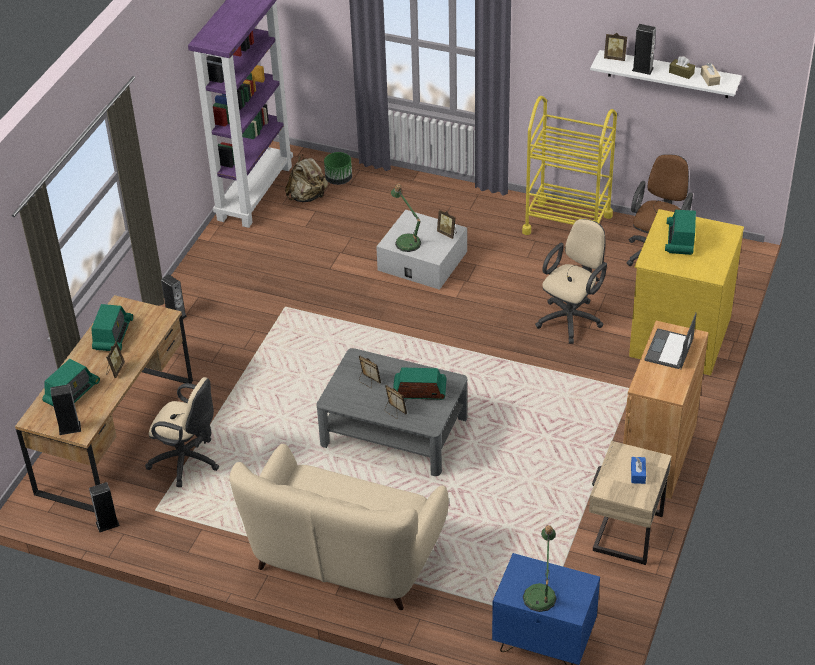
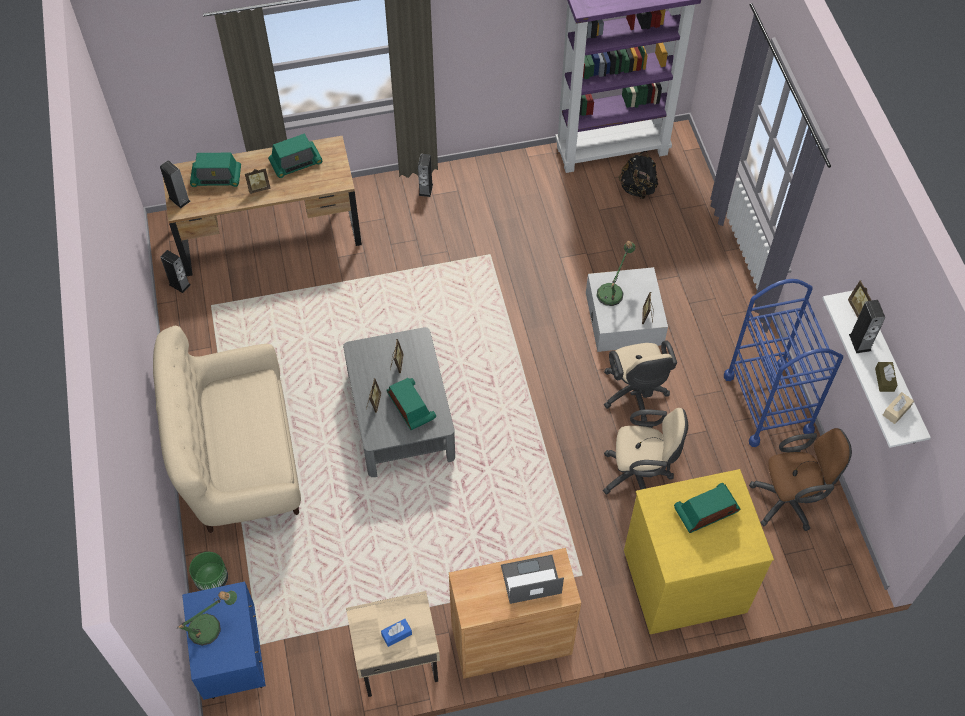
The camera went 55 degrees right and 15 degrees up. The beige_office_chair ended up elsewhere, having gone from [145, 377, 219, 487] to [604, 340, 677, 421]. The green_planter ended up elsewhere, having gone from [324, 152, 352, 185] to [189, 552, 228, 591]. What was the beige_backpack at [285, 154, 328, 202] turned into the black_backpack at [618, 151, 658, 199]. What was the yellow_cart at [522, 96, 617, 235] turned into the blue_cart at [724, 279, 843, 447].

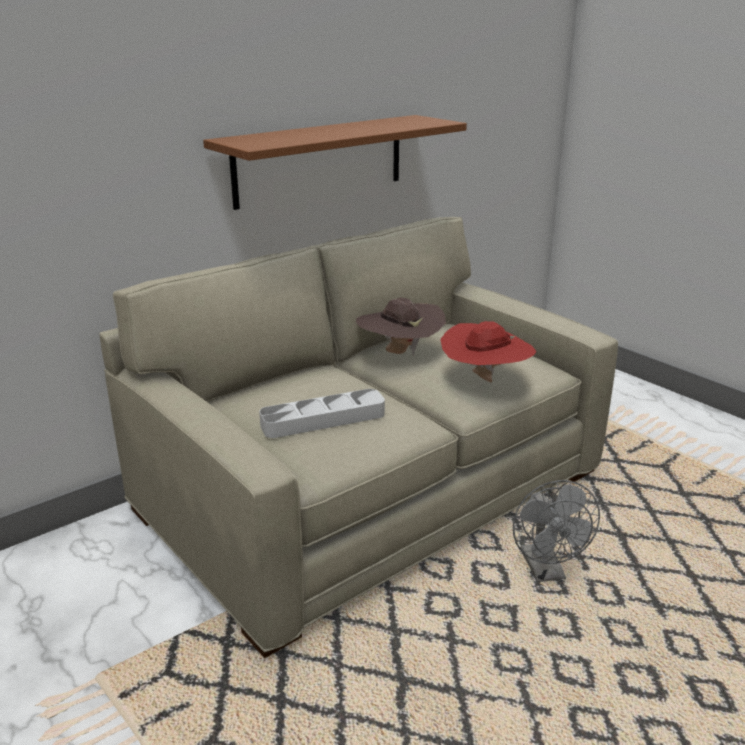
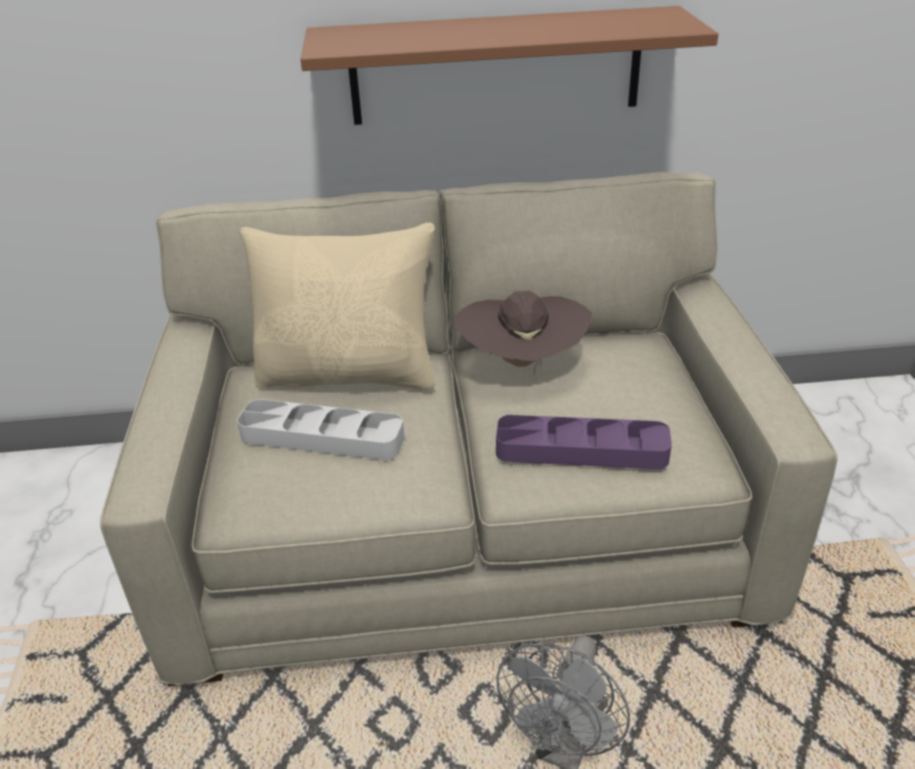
The camera went 35 degrees right and 10 degrees up. The second view gained the beige_pillow at [240, 222, 435, 390]. Where the red_hat stood at [440, 321, 537, 383], the purple_tray came to stand at [496, 415, 672, 469].

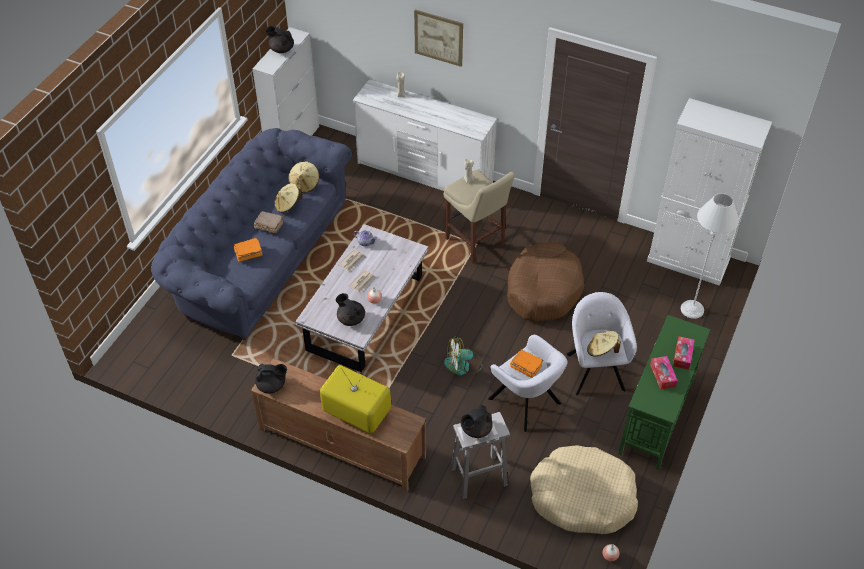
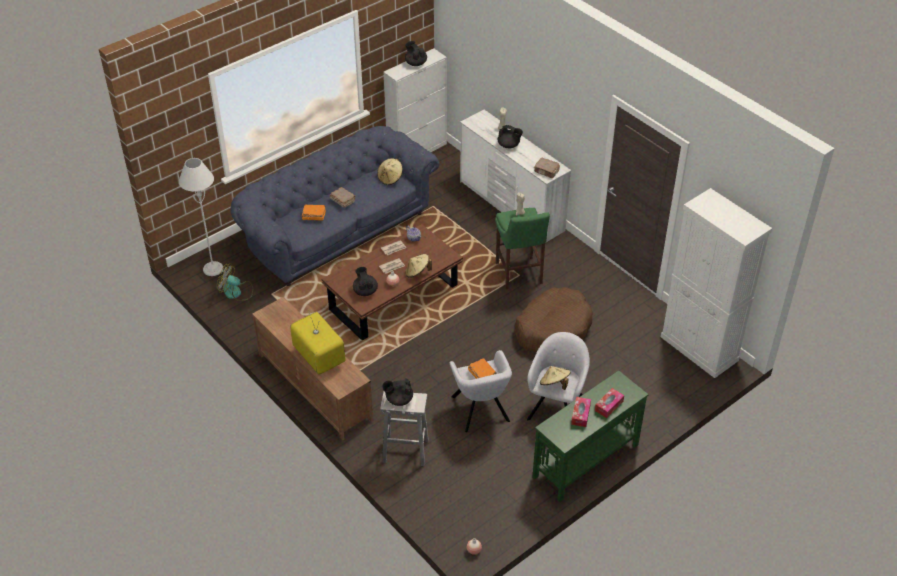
The camera went 25 degrees right and 5 degrees down. The second view lost the picture at [414, 10, 463, 67]. The second view lost the beige_dog_bed at [530, 445, 638, 534]. The second view gained the brown_book at [534, 158, 560, 179]. The black_teapot ended up elsewhere, having gone from [255, 364, 287, 394] to [498, 125, 523, 149]. The beige_hat ended up elsewhere, having gone from [275, 183, 303, 213] to [405, 254, 432, 278]. The fan ended up elsewhere, having gone from [444, 336, 482, 375] to [217, 263, 253, 301]. The grey_floor_lamp ended up elsewhere, having gone from [681, 193, 739, 319] to [179, 158, 223, 276]. What was the white_coffee_table at [295, 224, 428, 372] turned into the brown_coffee_table at [321, 224, 463, 341]. What was the beige_stool at [443, 170, 515, 264] turned into the green_stool at [495, 208, 550, 290].

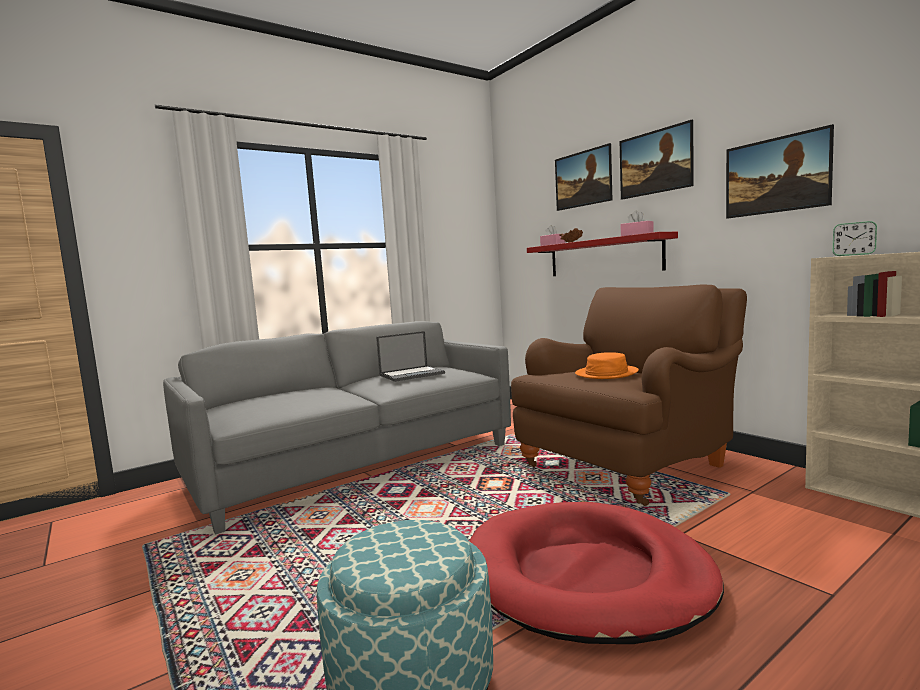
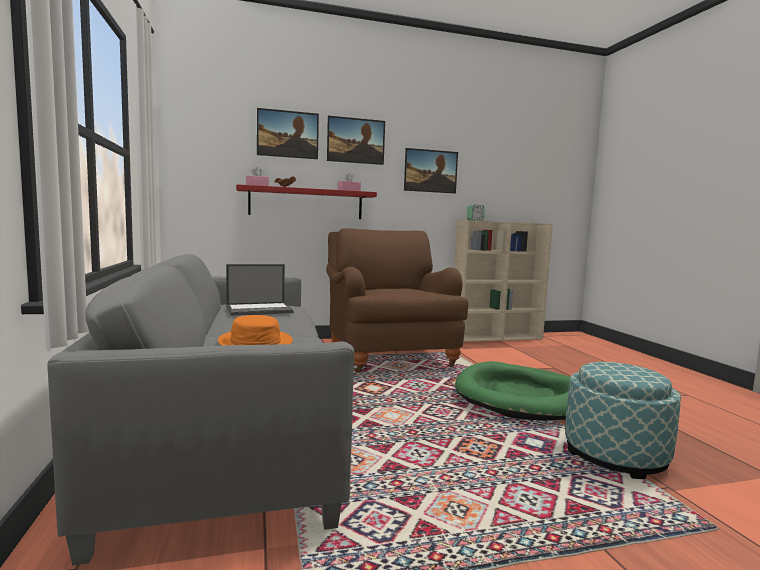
The camera went 70 degrees left and 0 degrees up. The orange_hat ended up elsewhere, having gone from [575, 352, 639, 379] to [218, 315, 293, 345]. What was the red_dog_bed at [470, 502, 724, 644] turned into the green_dog_bed at [455, 361, 570, 421]. The laptop at [376, 331, 445, 382] ended up facing another way, 75 degrees clockwise from before.

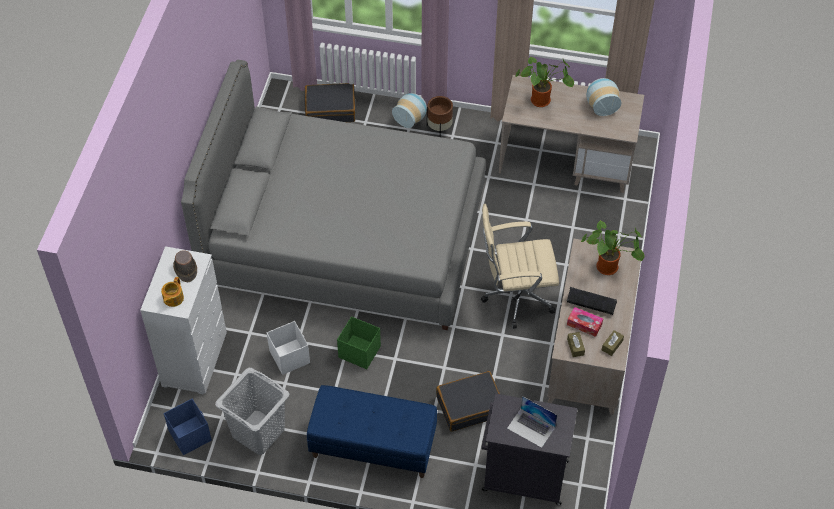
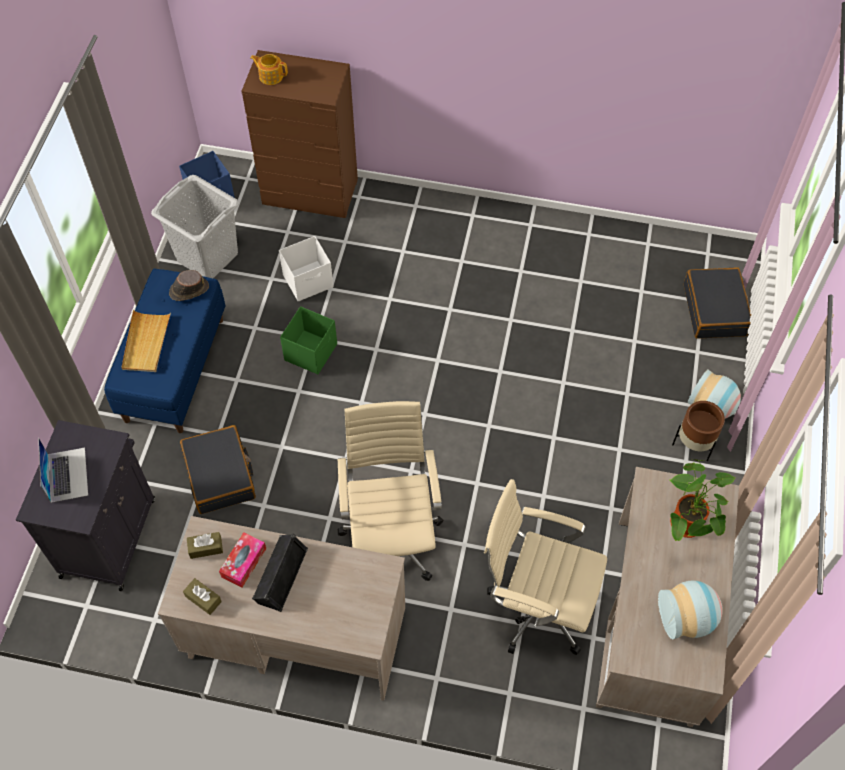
The camera went 90 degrees right and 5 degrees up. The second view lost the grey_bed at [181, 60, 486, 330]. The second view lost the potted_plant at [581, 220, 645, 275]. The second view gained the beige_tray at [121, 310, 171, 372]. The second view gained the beige_office_chair at [484, 479, 607, 655]. The brown_hat ended up elsewhere, having gone from [173, 250, 197, 282] to [169, 270, 209, 301]. What was the white_dresser at [140, 246, 227, 394] turned into the brown_dresser at [241, 50, 358, 218]. The laptop at [507, 396, 557, 448] ended up facing another way, 135 degrees clockwise from before.

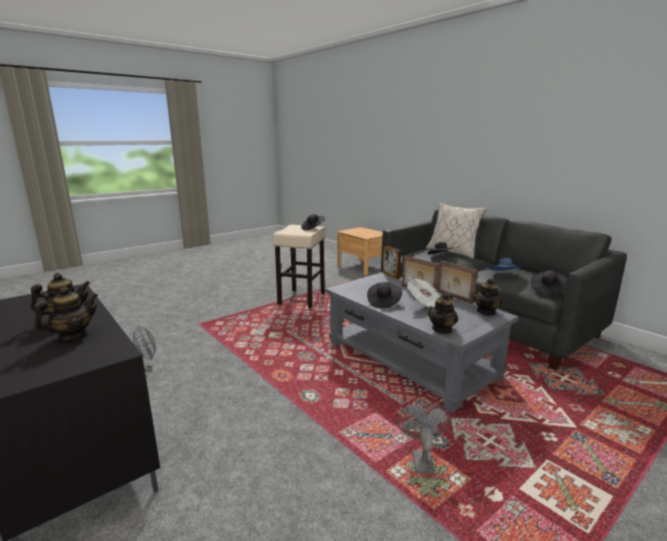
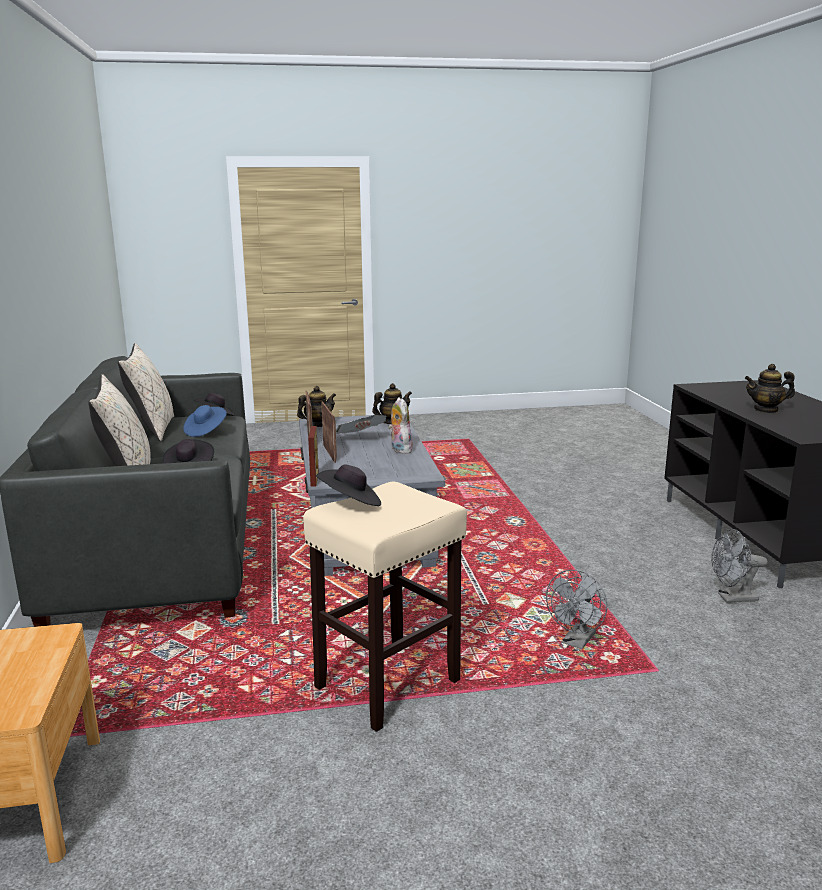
The camera went 150 degrees left and 0 degrees up. The second view lost the teapot at [34, 286, 98, 341]. The second view gained the beige_pillow at [118, 343, 174, 442]. The grey_fan ended up elsewhere, having gone from [398, 402, 450, 474] to [546, 570, 607, 649]. Where the black_hat stood at [367, 282, 402, 308], the plush_toy came to stand at [388, 397, 413, 454].

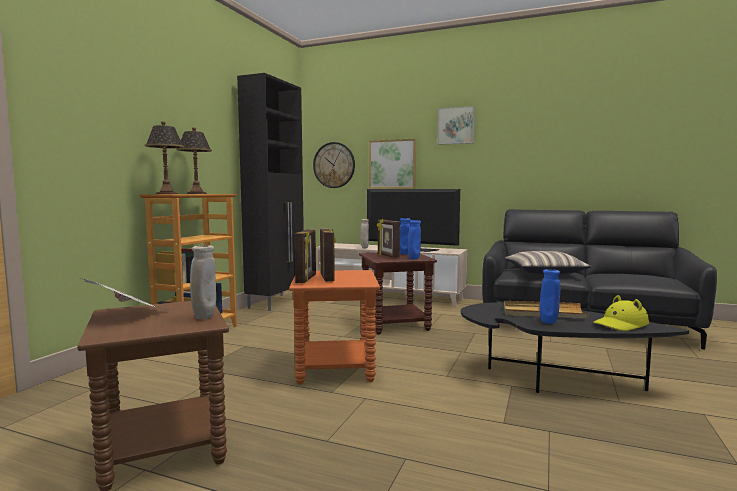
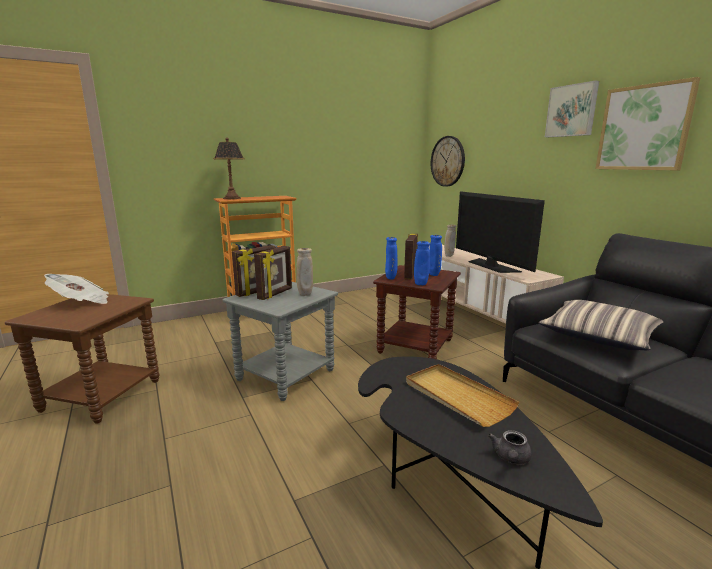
The camera went 40 degrees right and 10 degrees up. The second view lost the table_lamp at [177, 127, 212, 194]. The second view lost the black_cabinet at [237, 73, 304, 311]. The beige_vase ended up elsewhere, having gone from [190, 245, 216, 319] to [296, 248, 313, 296]. The picture ended up elsewhere, having gone from [369, 138, 416, 189] to [595, 77, 700, 170]. The blue_vase ended up elsewhere, having gone from [540, 269, 560, 324] to [385, 237, 398, 280]. Where the yellow_hat stood at [593, 295, 649, 331], the grey_teapot came to stand at [488, 430, 532, 464]. What was the orange_side_table at [289, 270, 380, 385] turned into the grey_side_table at [222, 282, 338, 401].

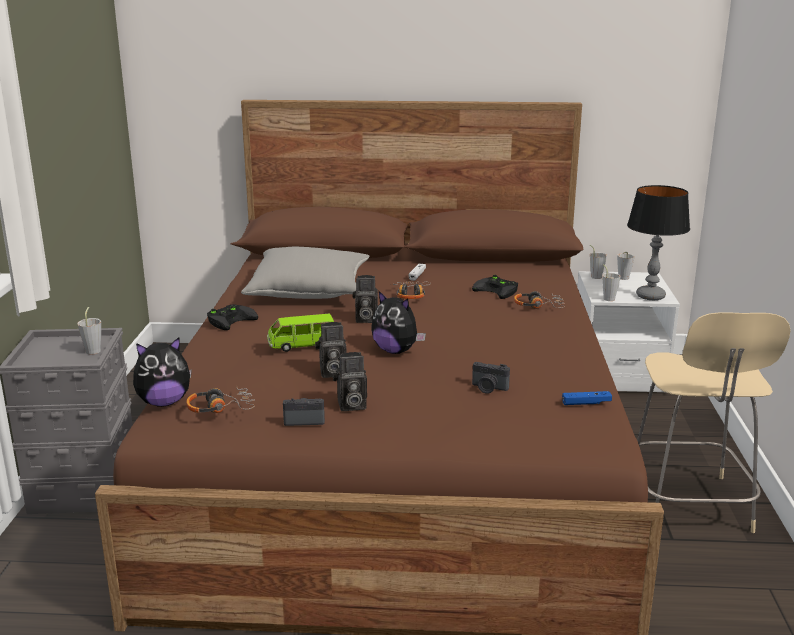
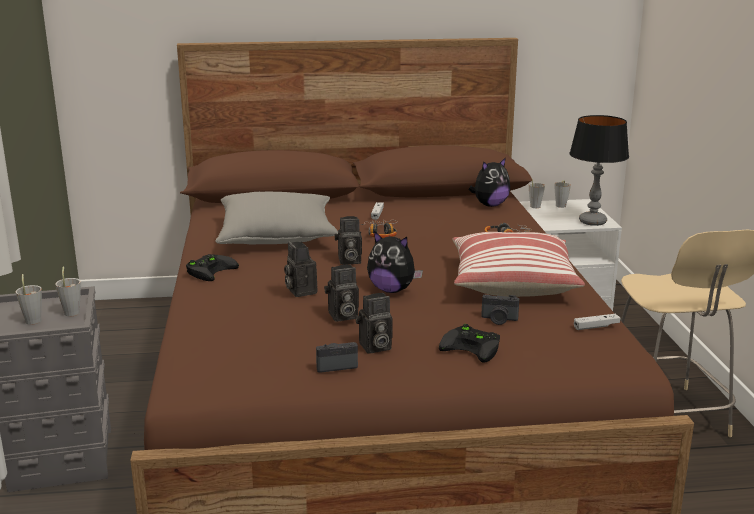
The camera went 10 degrees left and 0 degrees up. The second view lost the headphones at [186, 386, 255, 413]. The second view gained the pillow at [452, 232, 585, 297]. The plush_toy ended up elsewhere, having gone from [133, 337, 192, 407] to [469, 157, 510, 207]. The black_game_controller ended up elsewhere, having gone from [472, 275, 518, 299] to [439, 324, 500, 363]. The grey_cup ended up elsewhere, having gone from [602, 264, 621, 301] to [16, 274, 42, 325]. Where the green_toy_car stood at [267, 314, 334, 352], the photo_camera came to stand at [284, 241, 317, 297]. What was the blue_game_controller at [562, 391, 612, 405] turned into the white_game_controller at [574, 314, 621, 330].

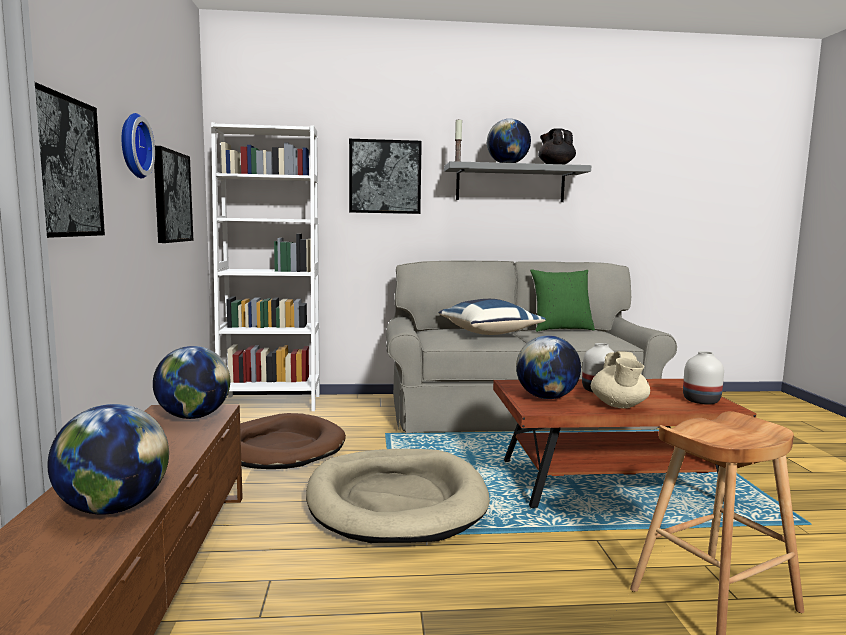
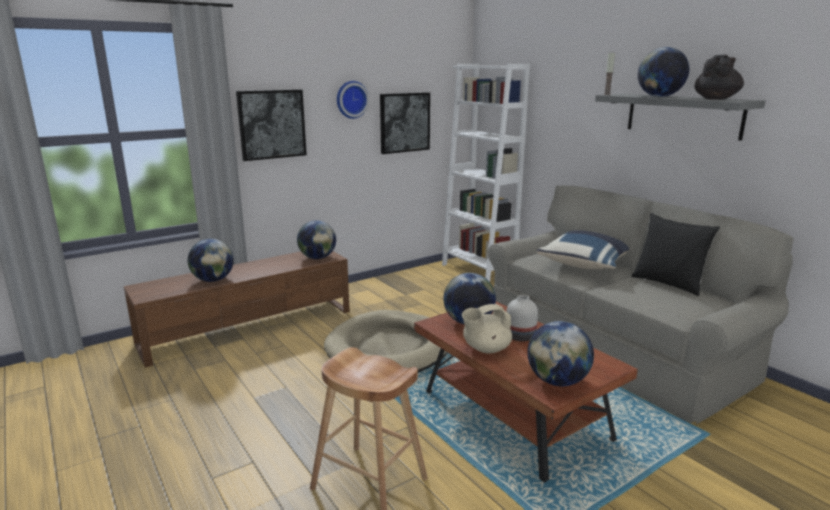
The camera went 60 degrees right and 10 degrees up. The second view lost the brown_dog_bed at [240, 413, 346, 469]. The second view lost the picture at [349, 139, 422, 214]. Where the white_vase stood at [683, 351, 724, 405], the globe came to stand at [527, 321, 594, 386]. What was the green_pillow at [530, 269, 595, 332] turned into the black_pillow at [631, 213, 720, 296].

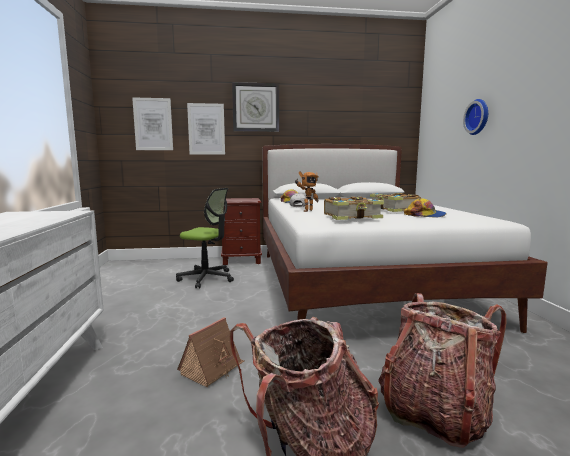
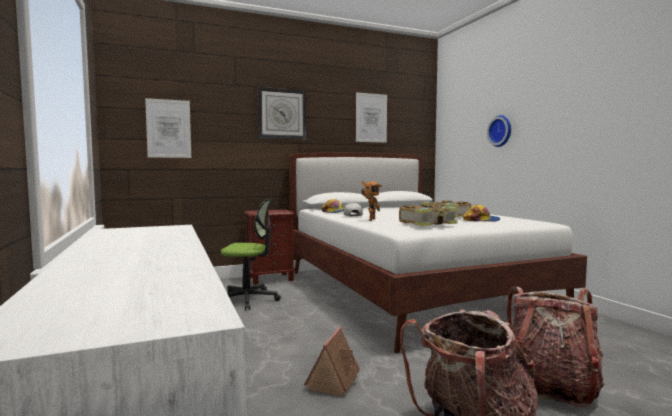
The camera went 15 degrees left and 5 degrees down. The picture ended up elsewhere, having gone from [187, 103, 225, 155] to [356, 92, 387, 143].

